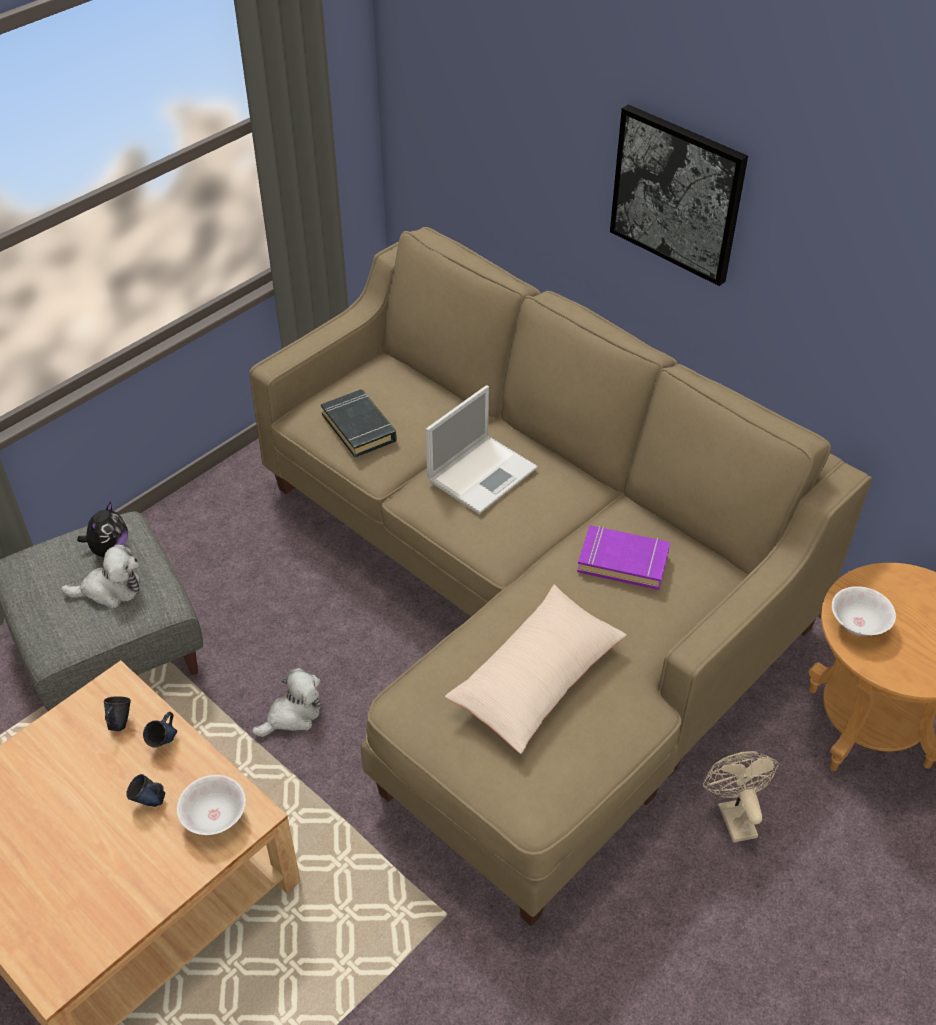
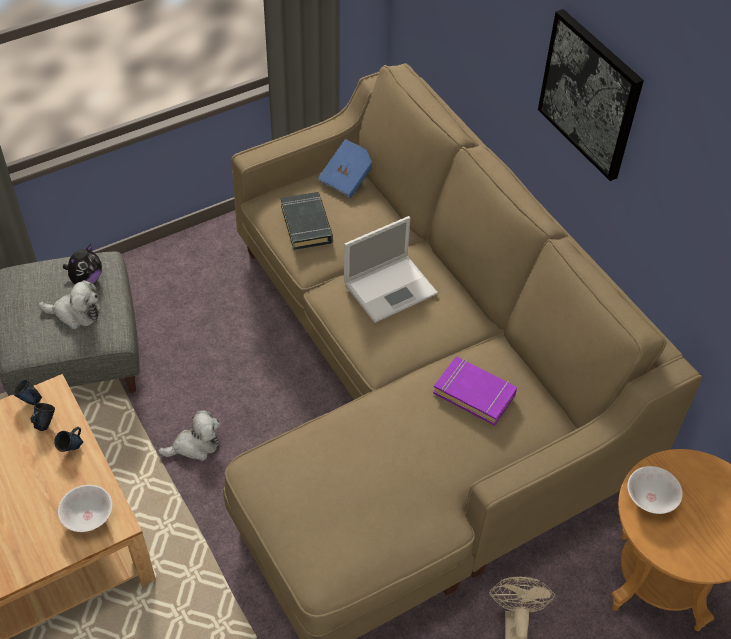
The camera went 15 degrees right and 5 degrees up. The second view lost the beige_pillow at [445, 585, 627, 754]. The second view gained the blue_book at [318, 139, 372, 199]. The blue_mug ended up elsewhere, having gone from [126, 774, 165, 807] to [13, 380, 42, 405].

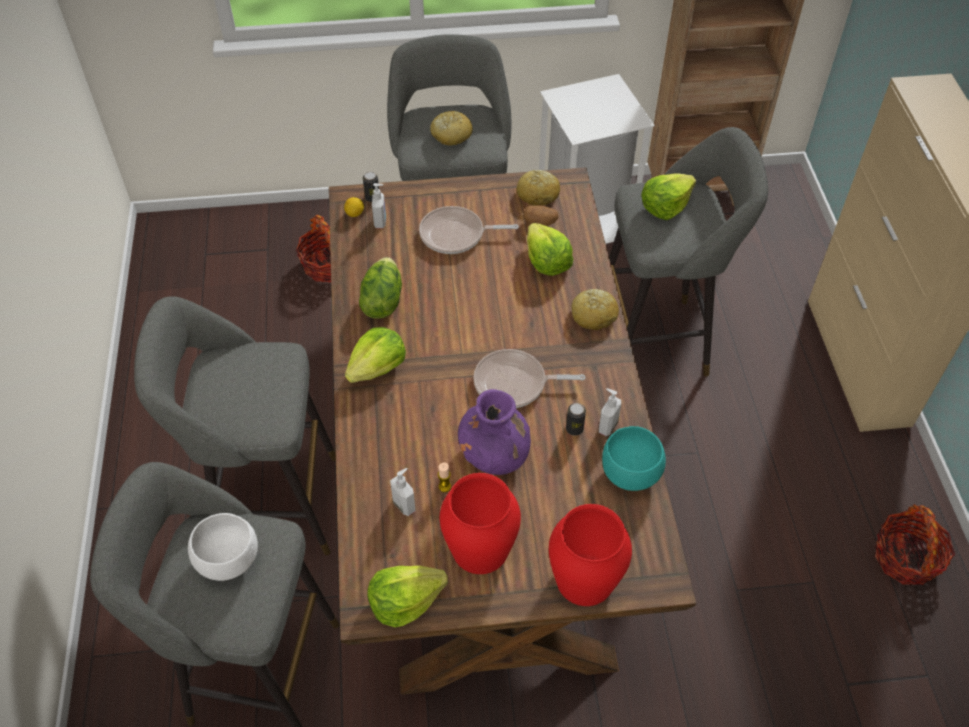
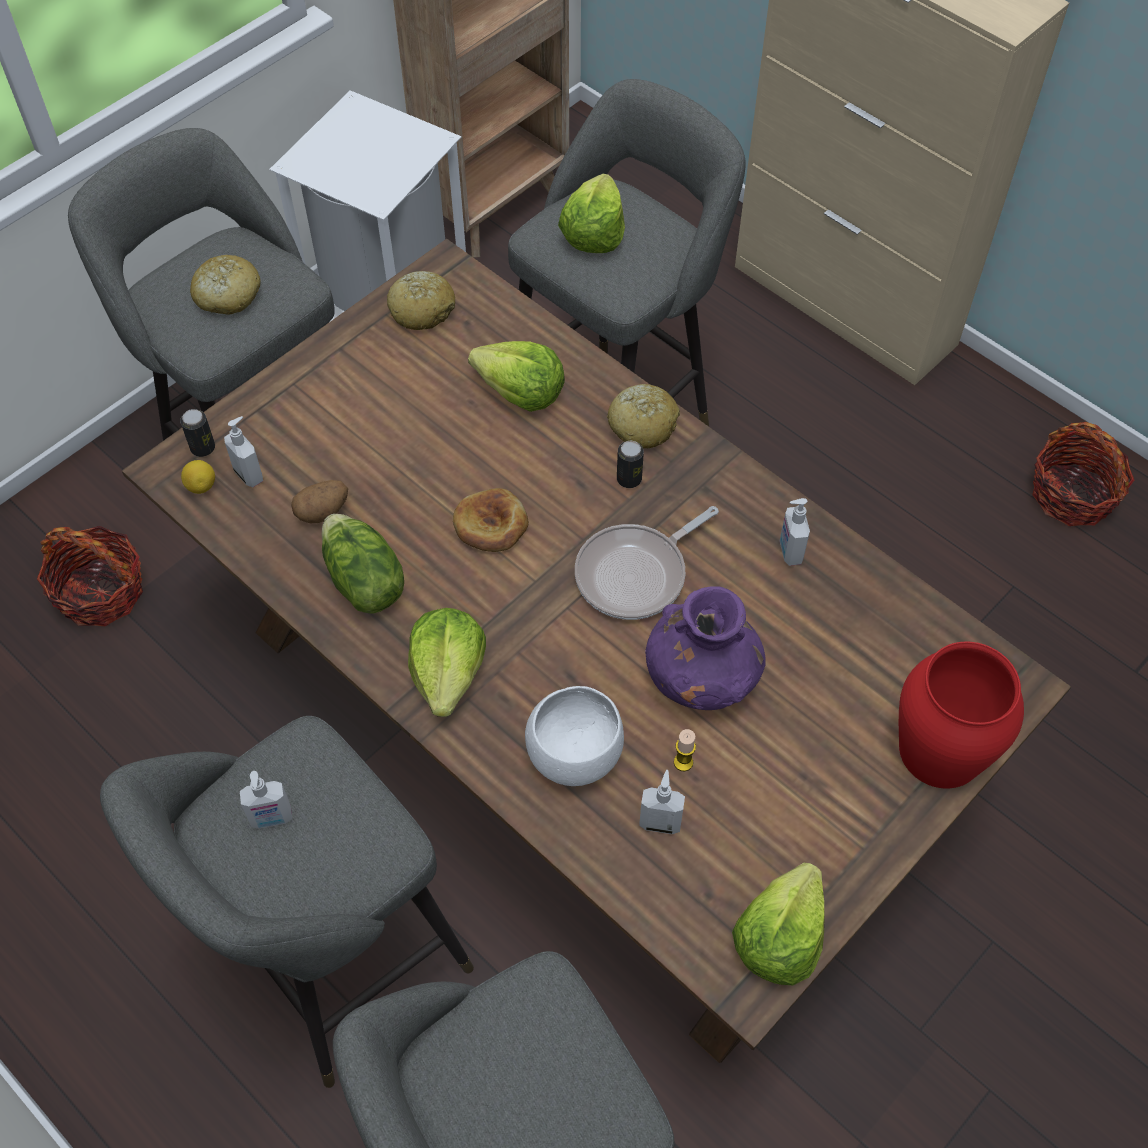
The camera went 40 degrees left and 5 degrees up. The second view lost the frying_pan at [419, 206, 519, 254]. The second view lost the red_vase at [440, 473, 521, 574]. The second view lost the turquoise_bowl at [602, 426, 666, 491]. The second view gained the soap_dispenser at [240, 771, 292, 829]. The second view gained the bread at [453, 488, 529, 552]. The white_bowl ended up elsewhere, having gone from [188, 513, 258, 581] to [525, 686, 624, 786]. The potato ended up elsewhere, having gone from [523, 205, 559, 226] to [291, 480, 348, 523]. The can ended up elsewhere, having gone from [566, 403, 586, 436] to [617, 441, 644, 488].

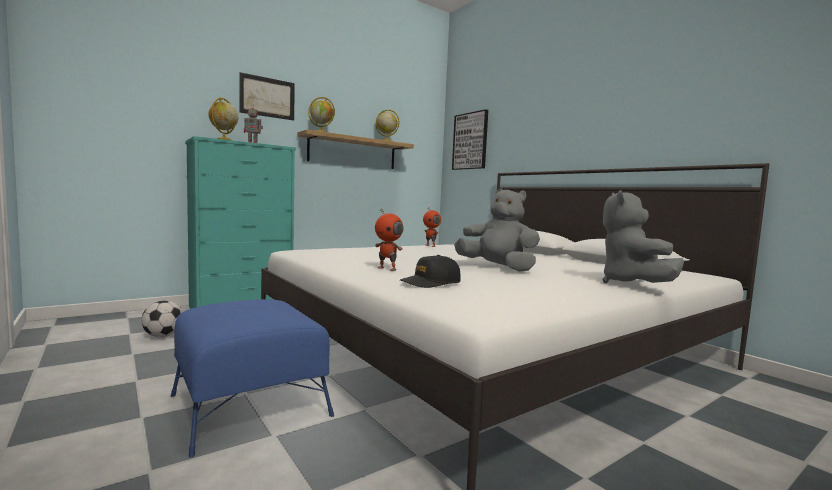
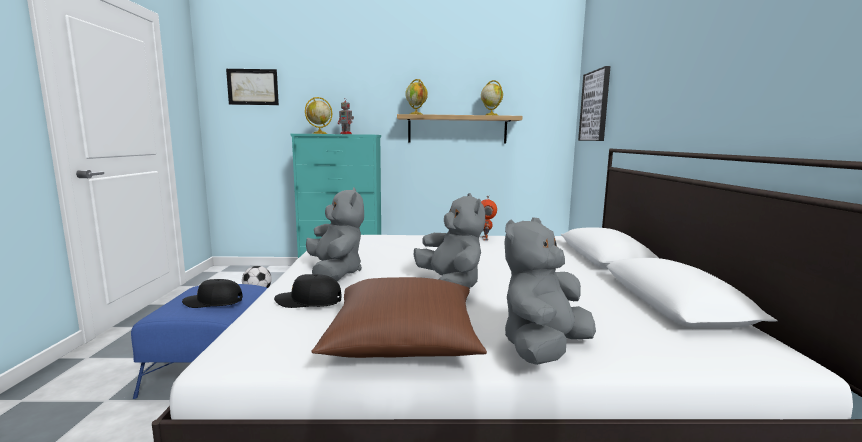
The camera went 35 degrees right and 5 degrees up. The second view gained the black_cap at [182, 279, 243, 308]. The second view gained the brown_pillow at [312, 277, 487, 358]. The picture ended up elsewhere, having gone from [239, 72, 295, 121] to [226, 69, 279, 105]. Where the toy_robot stood at [375, 209, 403, 271], the grey_plush_toy came to stand at [306, 187, 364, 281].

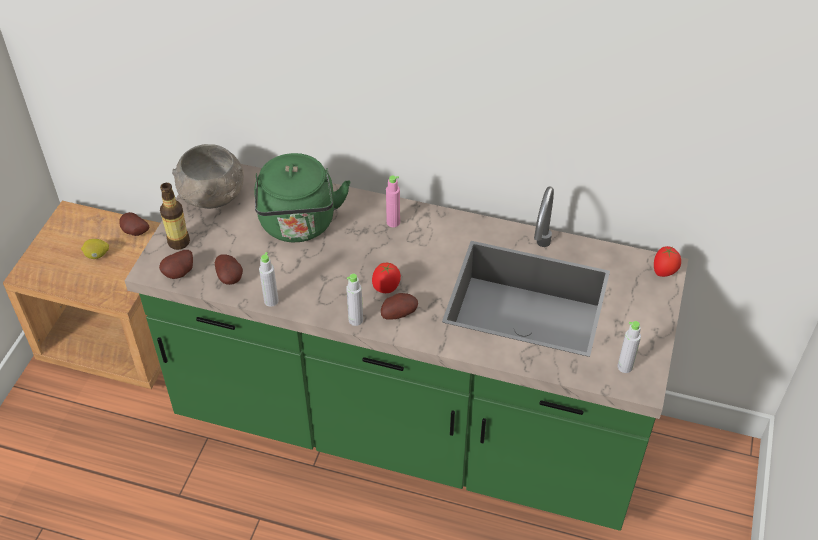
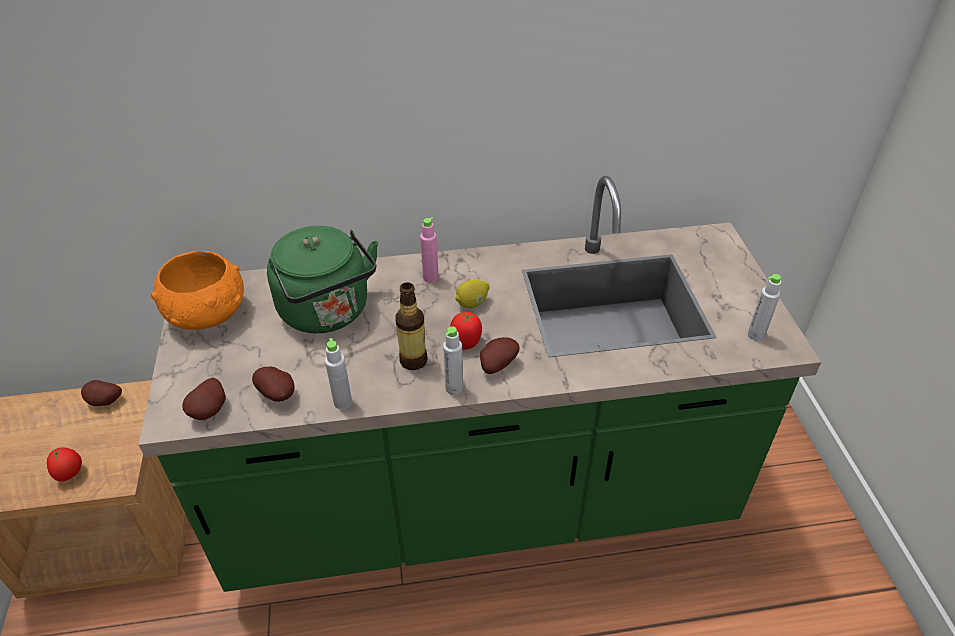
The camera went 25 degrees left and 5 degrees down. The lemon ended up elsewhere, having gone from [81, 239, 109, 259] to [455, 279, 489, 308]. The bottle ended up elsewhere, having gone from [160, 183, 190, 250] to [395, 282, 428, 370]. The tomato ended up elsewhere, having gone from [654, 246, 681, 277] to [47, 447, 82, 482]. What was the grey_bowl at [172, 144, 244, 209] turned into the orange_bowl at [151, 251, 244, 330].

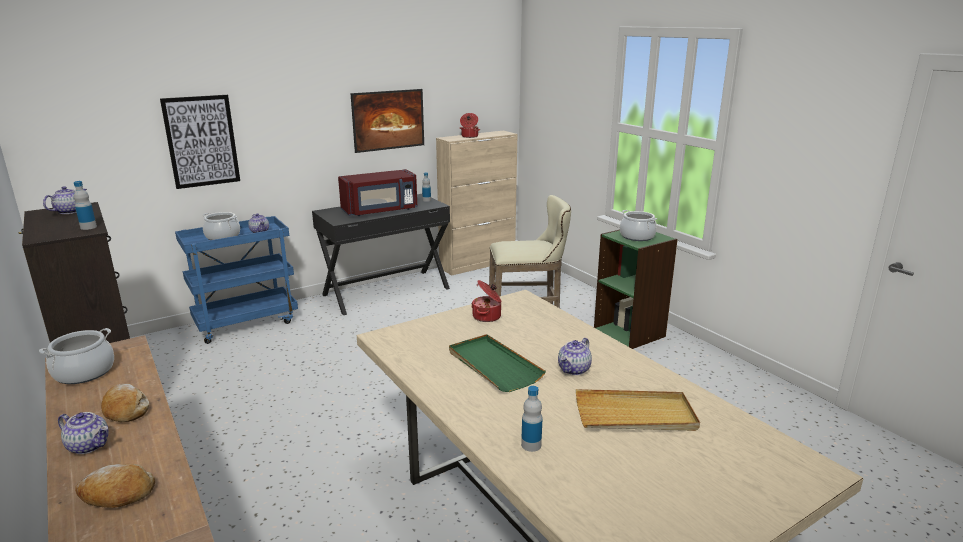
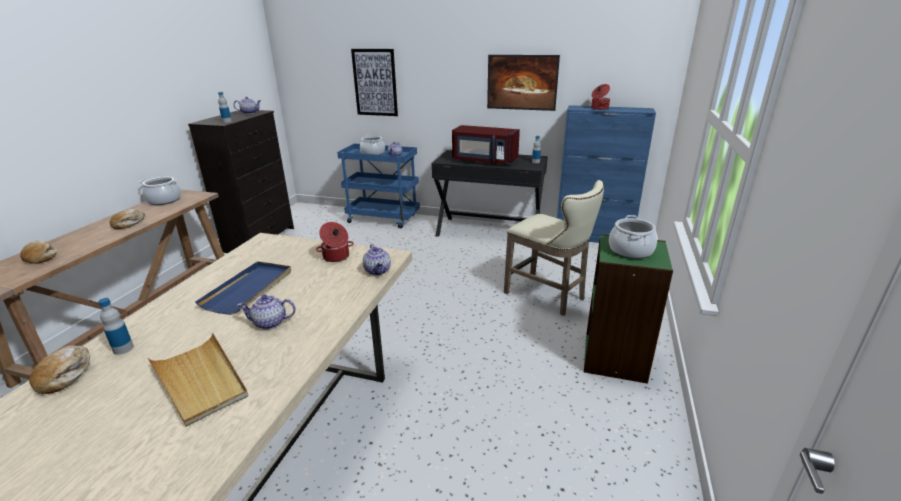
The camera went 50 degrees right and 5 degrees up. The second view gained the bread at [29, 346, 90, 394]. The teapot ended up elsewhere, having gone from [58, 412, 109, 454] to [363, 244, 391, 275]. What was the beige_cabinet at [436, 131, 518, 276] turned into the blue_cabinet at [557, 105, 656, 243]. What was the green_tray at [449, 334, 546, 392] turned into the blue_tray at [195, 261, 291, 315].

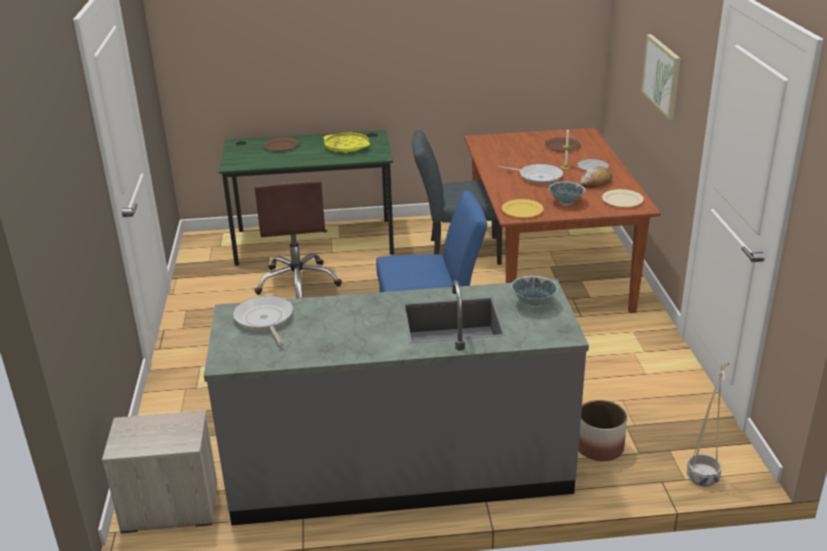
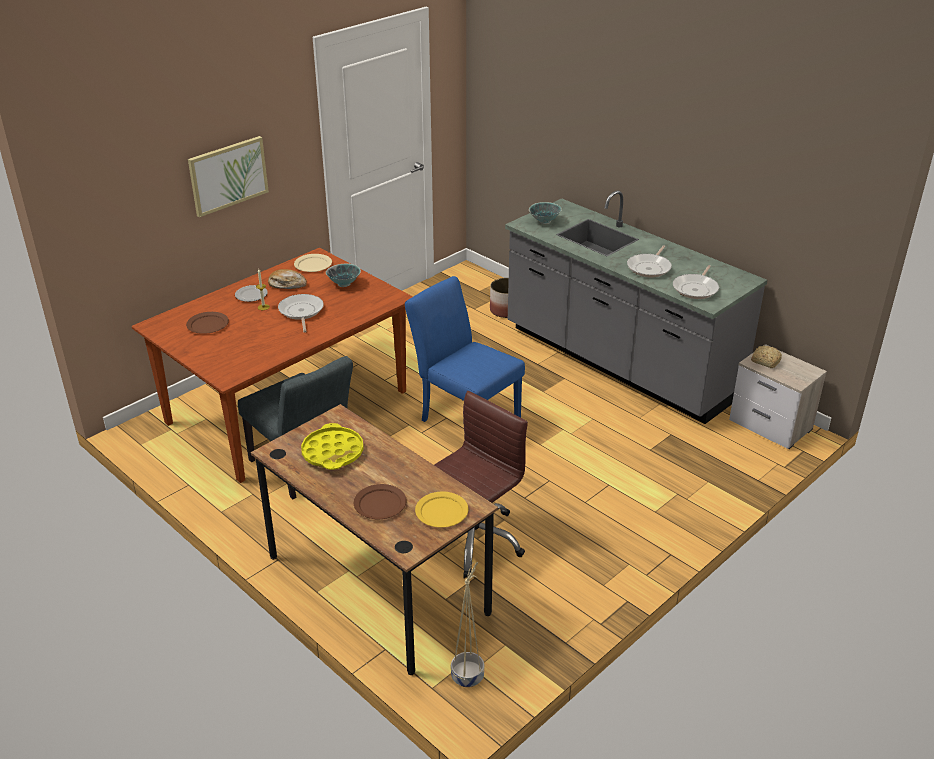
The camera went 130 degrees left and 5 degrees up. The second view gained the frying_pan at [627, 245, 672, 277]. The second view gained the bread at [751, 345, 782, 368]. The yellow_plate ended up elsewhere, having gone from [502, 199, 544, 218] to [415, 492, 468, 528]. The beige_planter ended up elsewhere, having gone from [687, 362, 730, 487] to [451, 562, 485, 687]. What was the green_desk at [219, 130, 394, 266] turned into the brown_desk at [251, 404, 498, 675].

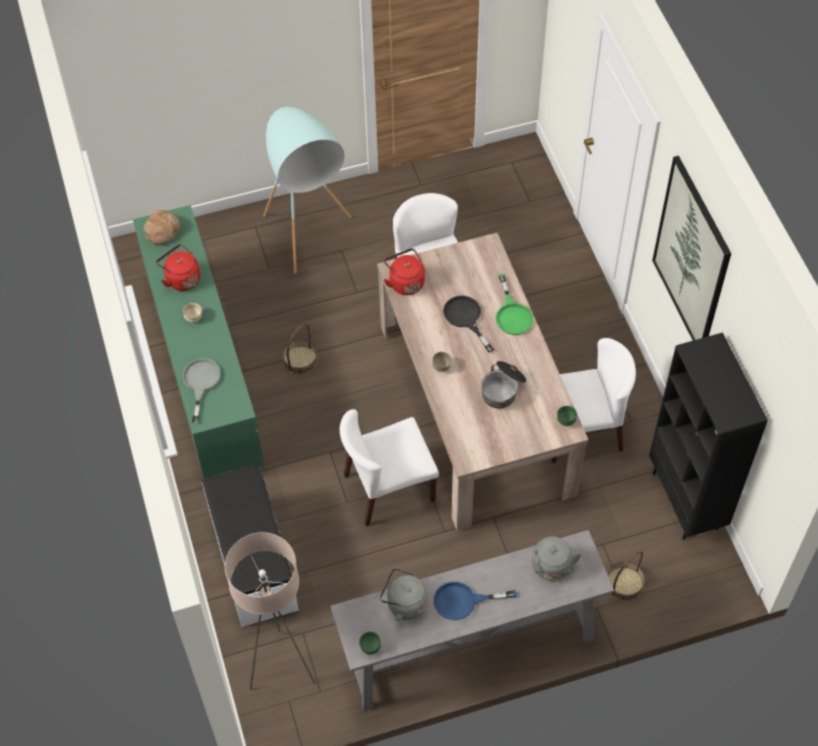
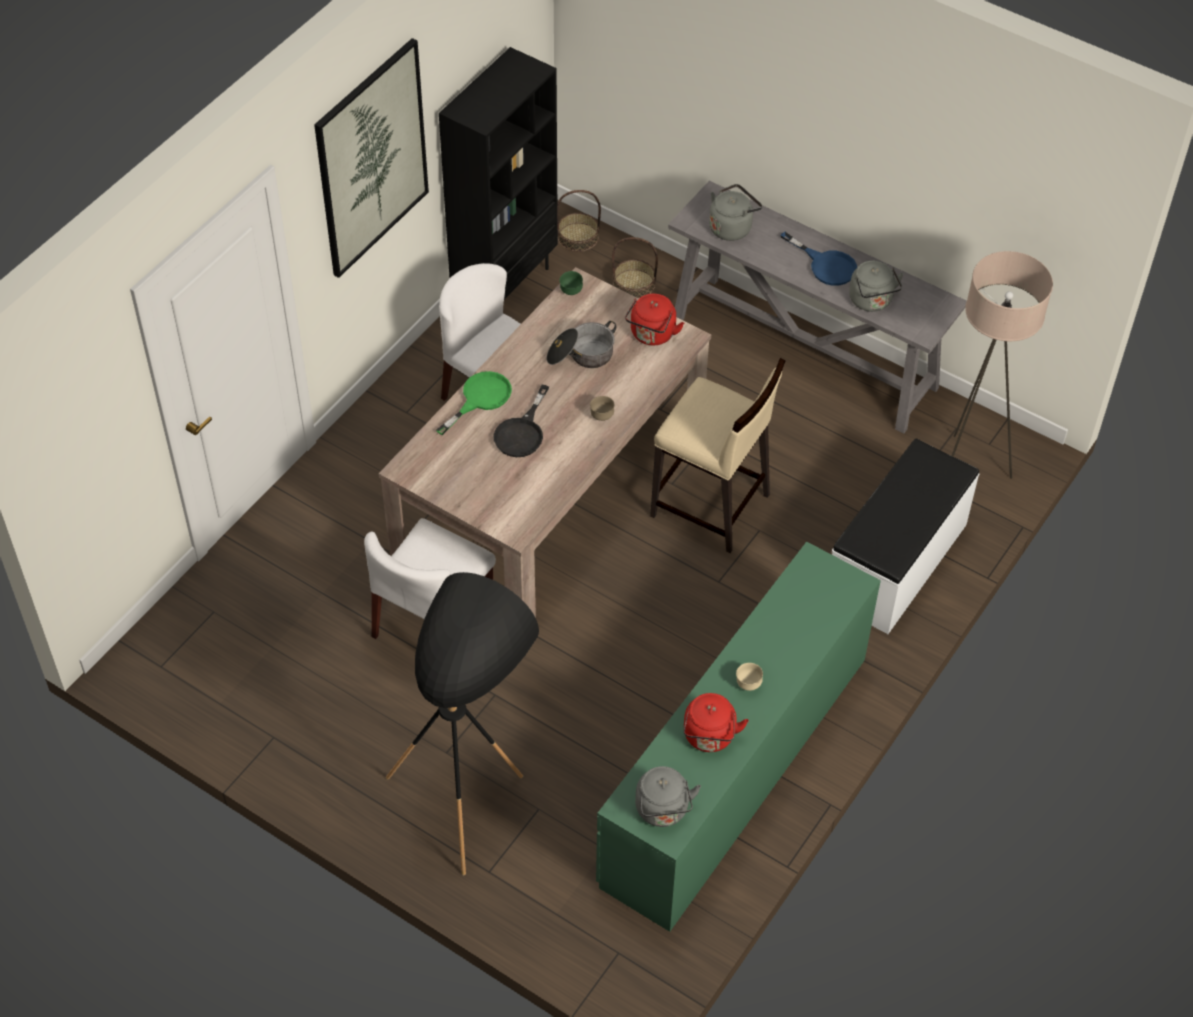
The camera went 130 degrees left and 5 degrees down. The second view lost the grey_frying_pan at [182, 358, 221, 424]. The second view lost the green_bowl at [359, 632, 381, 655]. The basket ended up elsewhere, having gone from [282, 324, 318, 375] to [557, 190, 601, 252]. The red_kettle ended up elsewhere, having gone from [384, 248, 425, 295] to [625, 294, 684, 345]. Where the bread stood at [143, 210, 181, 245], the grey_kettle came to stand at [635, 766, 701, 827]. Where the white_chair stood at [340, 409, 439, 526], the beige_stool came to stand at [650, 358, 785, 553]. What was the turquoise_floor_lamp at [263, 106, 351, 273] turned into the black_floor_lamp at [386, 572, 539, 875].

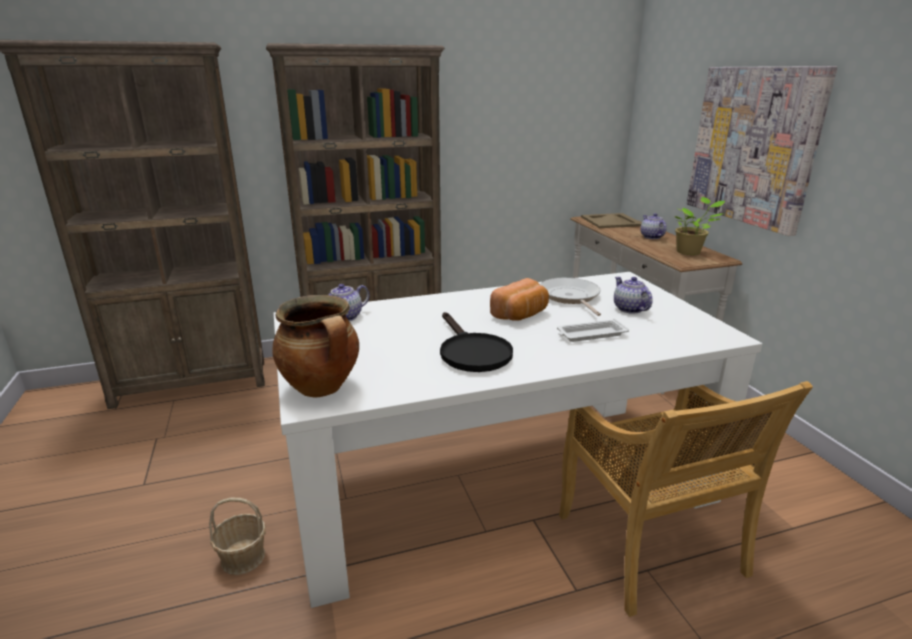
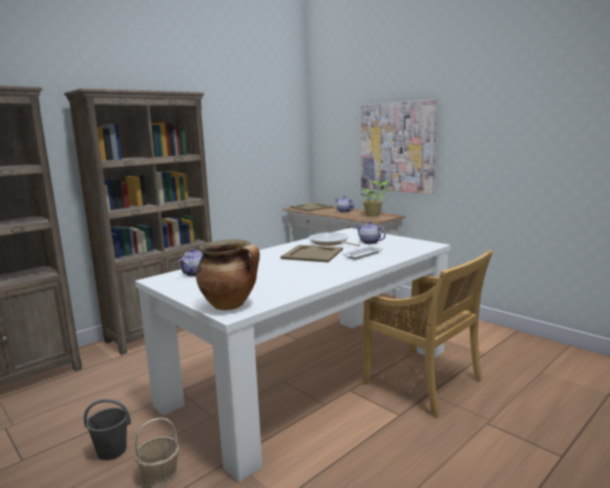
The camera went 25 degrees left and 10 degrees down. The second view lost the black_frying_pan at [440, 312, 513, 372]. The second view gained the grey_bucket at [84, 399, 131, 460]. Where the bread stood at [490, 278, 549, 321], the beige_tray came to stand at [281, 245, 343, 262].

